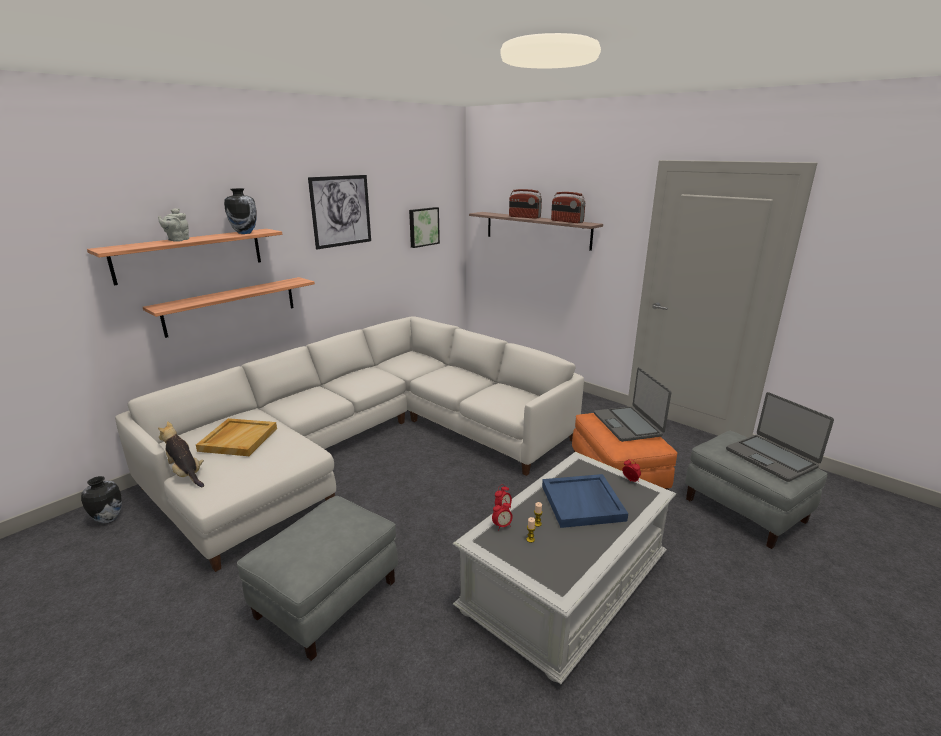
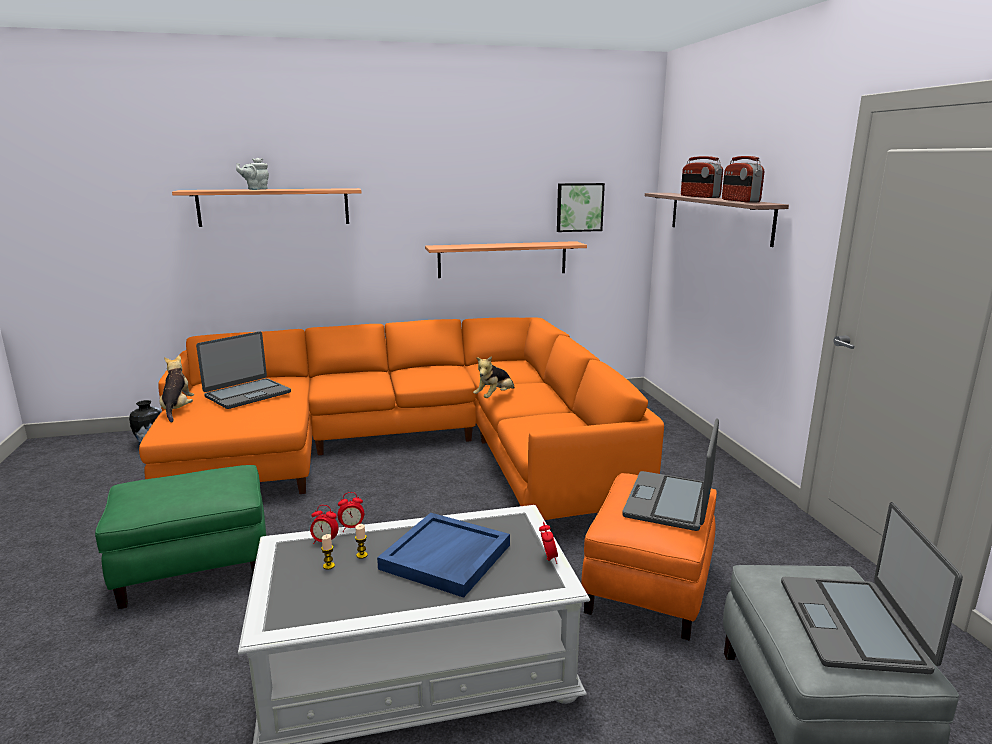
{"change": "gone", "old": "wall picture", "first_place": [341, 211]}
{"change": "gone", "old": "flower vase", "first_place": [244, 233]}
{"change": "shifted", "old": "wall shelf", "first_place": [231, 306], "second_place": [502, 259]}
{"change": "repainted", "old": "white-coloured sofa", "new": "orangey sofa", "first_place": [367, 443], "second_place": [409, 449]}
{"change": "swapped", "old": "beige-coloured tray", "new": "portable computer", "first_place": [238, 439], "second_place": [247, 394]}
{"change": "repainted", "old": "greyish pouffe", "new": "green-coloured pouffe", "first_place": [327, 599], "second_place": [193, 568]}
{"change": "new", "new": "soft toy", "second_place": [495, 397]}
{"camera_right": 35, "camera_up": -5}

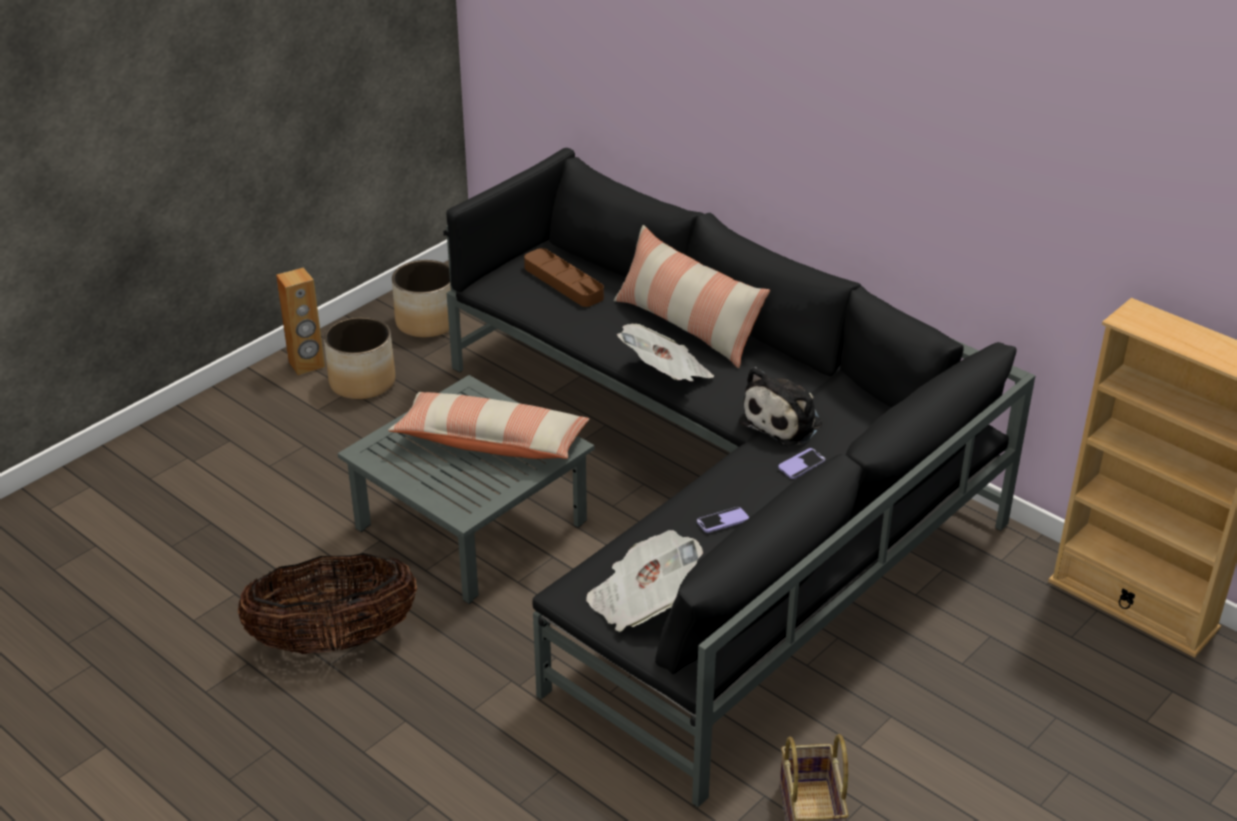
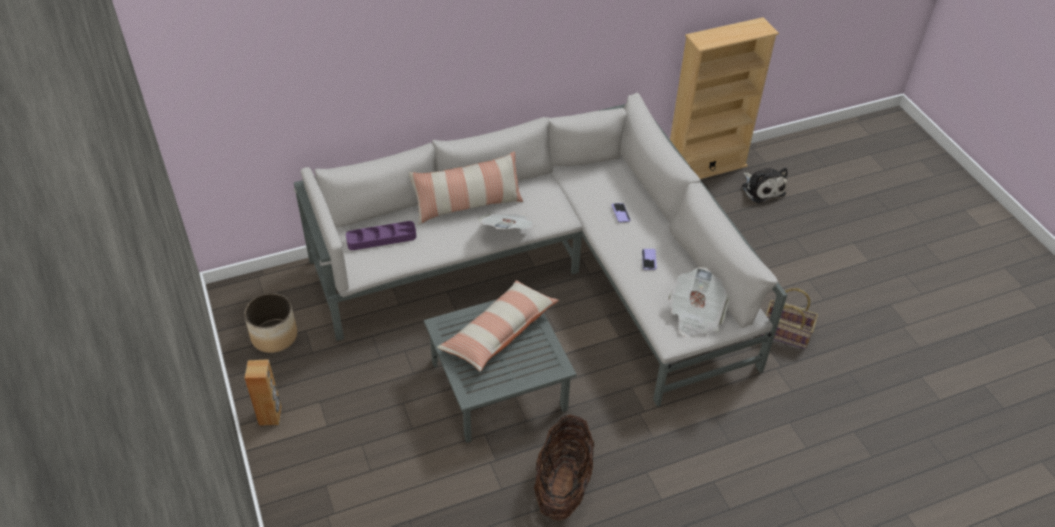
{"change": "repainted", "old": "blackish sofa", "new": "white-coloured sofa", "first_place": [675, 508], "second_place": [540, 291]}
{"change": "repainted", "old": "brown tray", "new": "purple-coloured tray", "first_place": [563, 282], "second_place": [381, 238]}
{"change": "gone", "old": "plant pot", "first_place": [363, 382]}
{"change": "shifted", "old": "soft toy", "first_place": [785, 421], "second_place": [762, 189]}
{"camera_right": -65, "camera_up": 10}

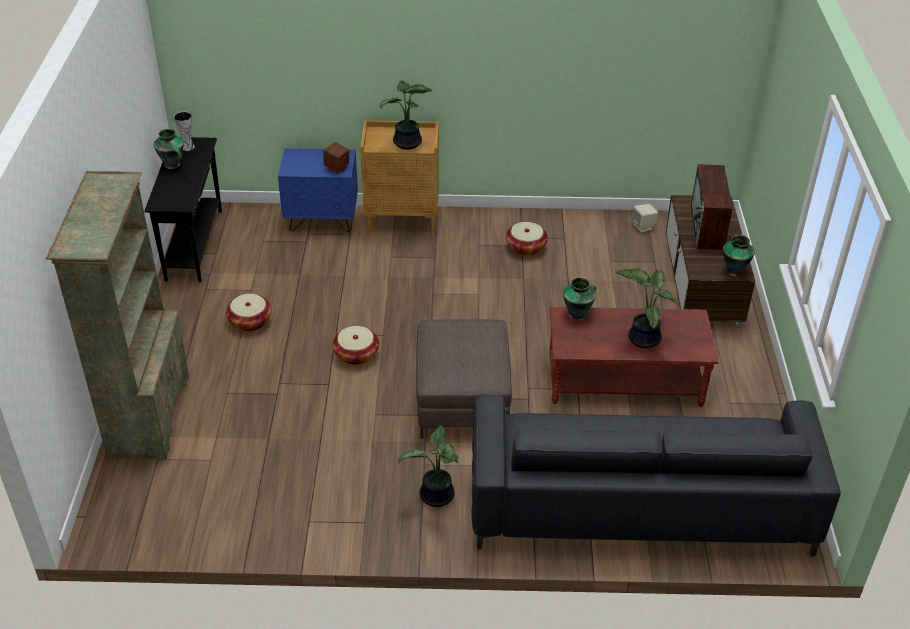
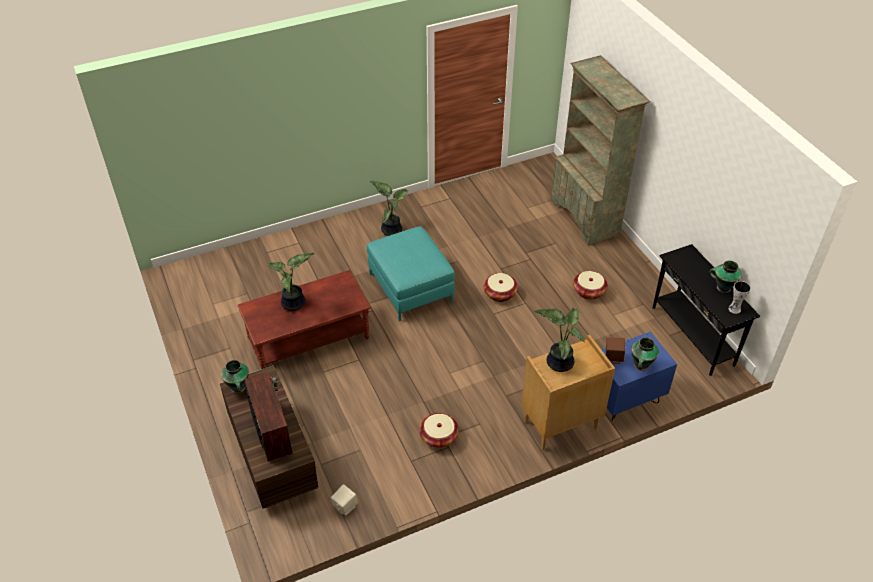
{"change": "shifted", "old": "flower vase", "first_place": [578, 314], "second_place": [641, 365]}
{"change": "repainted", "old": "brown pouffe", "new": "blue-green pouffe", "first_place": [462, 400], "second_place": [410, 287]}
{"change": "gone", "old": "greyish sofa", "first_place": [639, 507]}
{"camera_right": 155, "camera_up": 5}

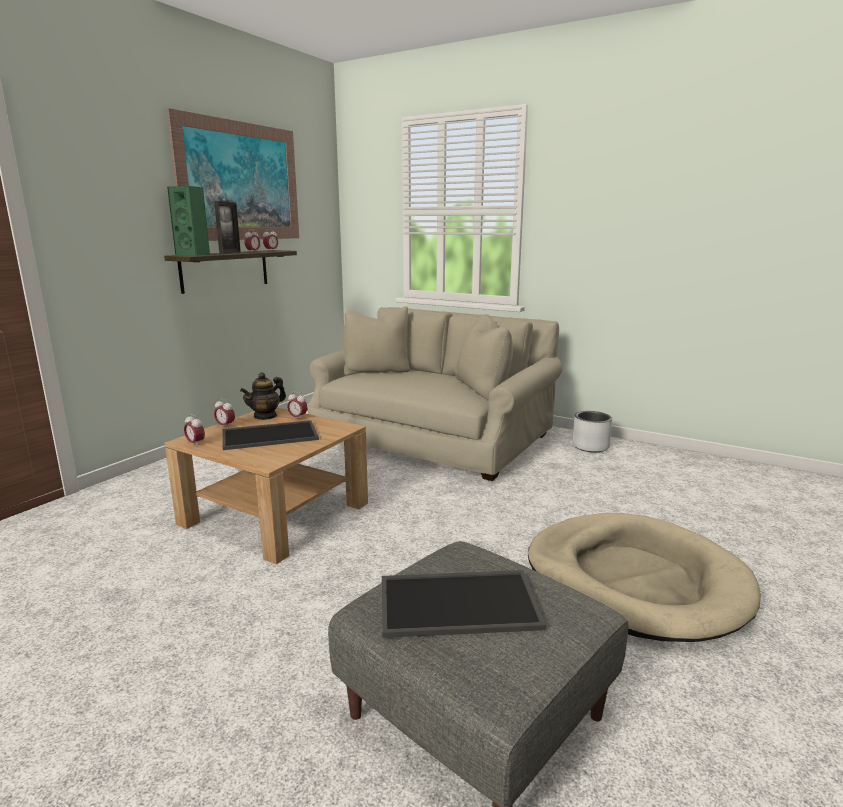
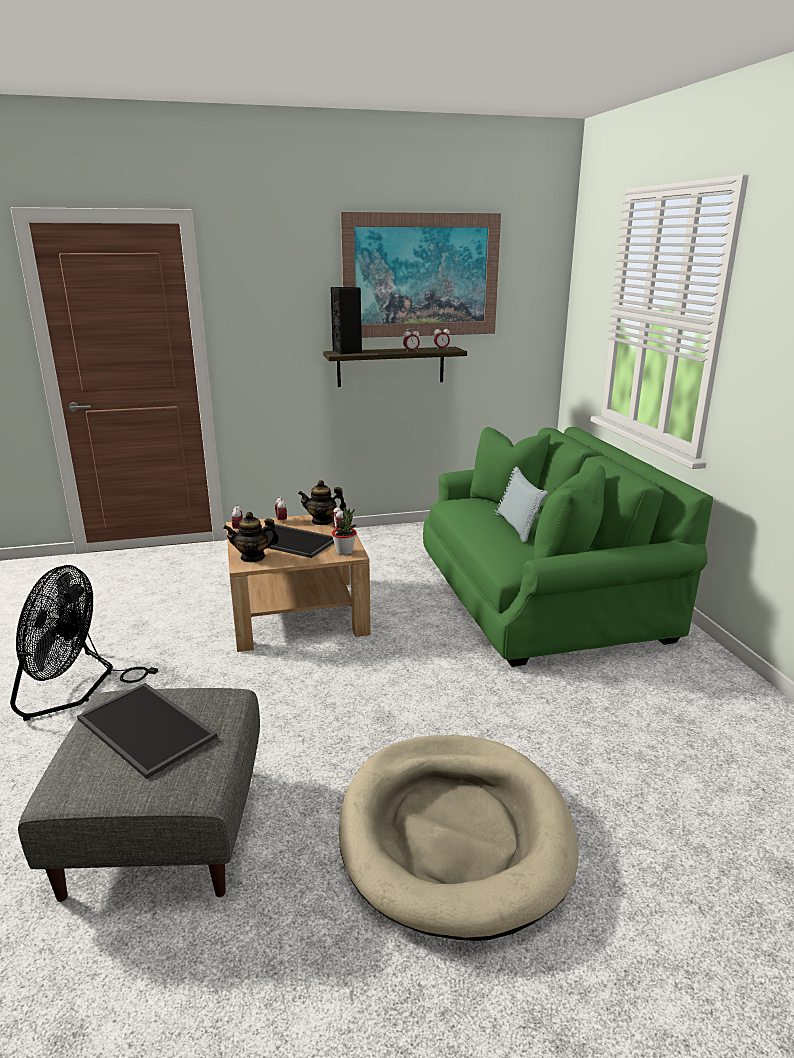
{"change": "repainted", "old": "green-coloured speaker", "new": "blackish speaker", "first_place": [194, 254], "second_place": [347, 352]}
{"change": "gone", "old": "photo frame", "first_place": [230, 253]}
{"change": "repainted", "old": "beige-coloured sofa", "new": "green-coloured sofa", "first_place": [432, 437], "second_place": [539, 594]}
{"change": "gone", "old": "greyish plant pot", "first_place": [590, 446]}
{"change": "new", "new": "bluish throw pillow", "second_place": [518, 527]}
{"change": "new", "new": "houseplant", "second_place": [344, 552]}
{"change": "new", "new": "teapot", "second_place": [253, 557]}
{"change": "new", "new": "blackish electric fan", "second_place": [84, 683]}
{"camera_right": 45, "camera_up": 5}

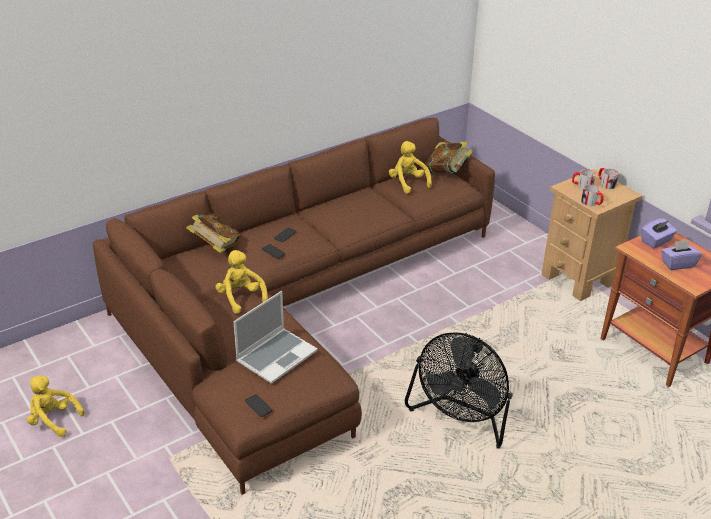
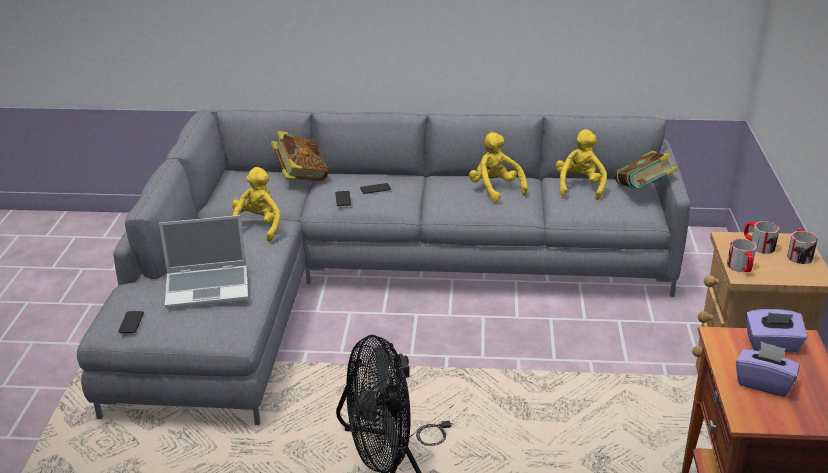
{"change": "repainted", "old": "brown sofa", "new": "greyish sofa", "first_place": [295, 309], "second_place": [365, 281]}
{"change": "shifted", "old": "yellow-coloured soft toy", "first_place": [53, 420], "second_place": [495, 189]}
{"camera_right": 40, "camera_up": -5}

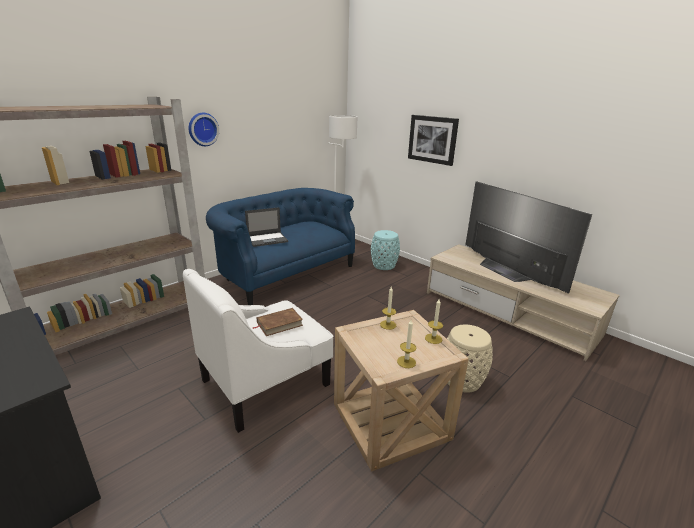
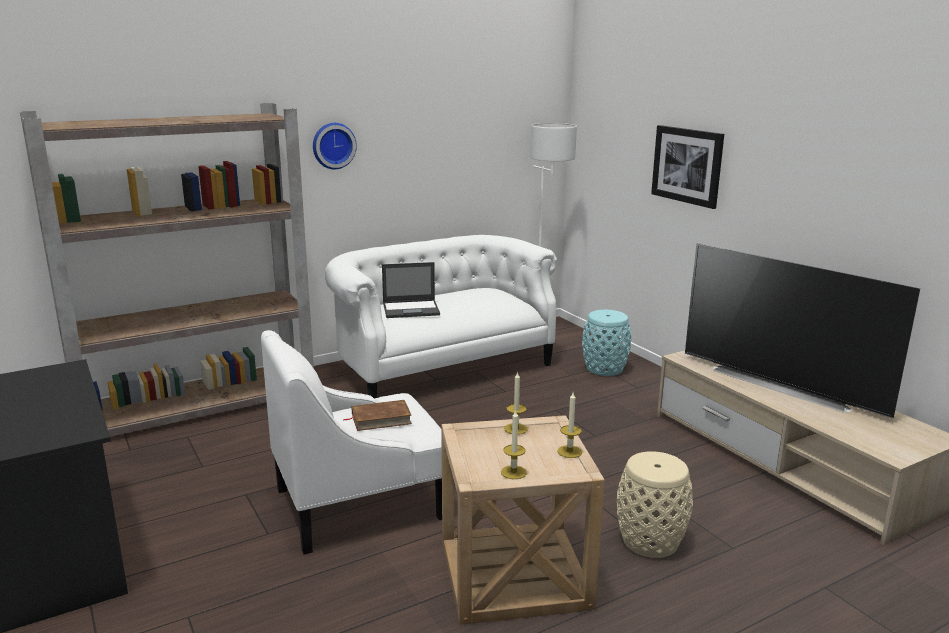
{"change": "rotated", "old": "TV set", "first_place": [506, 270], "second_place": [783, 385], "degrees": 150}
{"change": "repainted", "old": "bluish sofa", "new": "white-coloured sofa", "first_place": [285, 273], "second_place": [440, 366]}
{"camera_right": 15, "camera_up": -5}

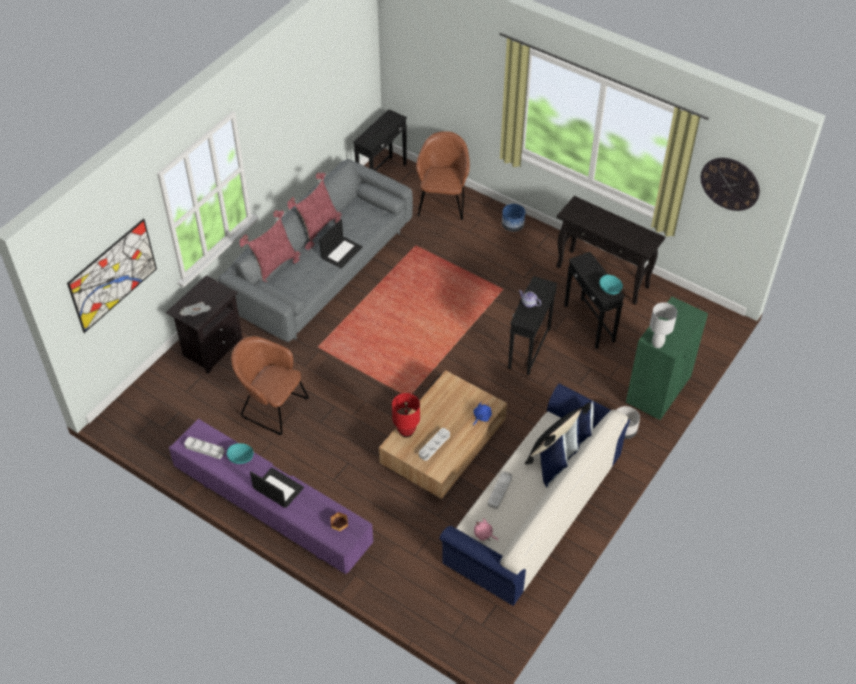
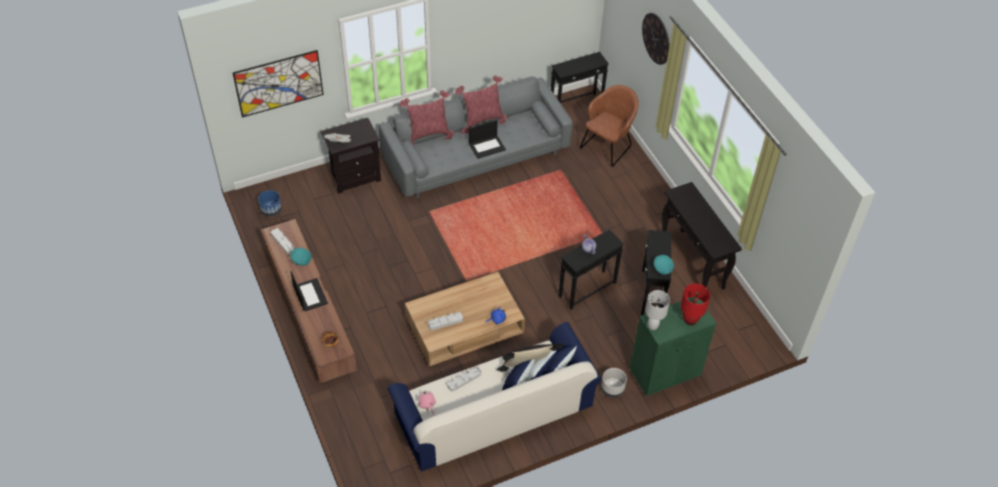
{"change": "shifted", "old": "hanging clock", "first_place": [730, 183], "second_place": [656, 38]}
{"change": "shifted", "old": "bluish plant pot", "first_place": [513, 226], "second_place": [271, 210]}
{"change": "gone", "old": "brown armchair", "first_place": [272, 407]}
{"change": "shifted", "old": "reddish table lamp", "first_place": [406, 431], "second_place": [690, 320]}
{"change": "repainted", "old": "purple-coloured tv unit", "new": "brown tv unit", "first_place": [271, 509], "second_place": [308, 311]}
{"camera_right": 30, "camera_up": 0}

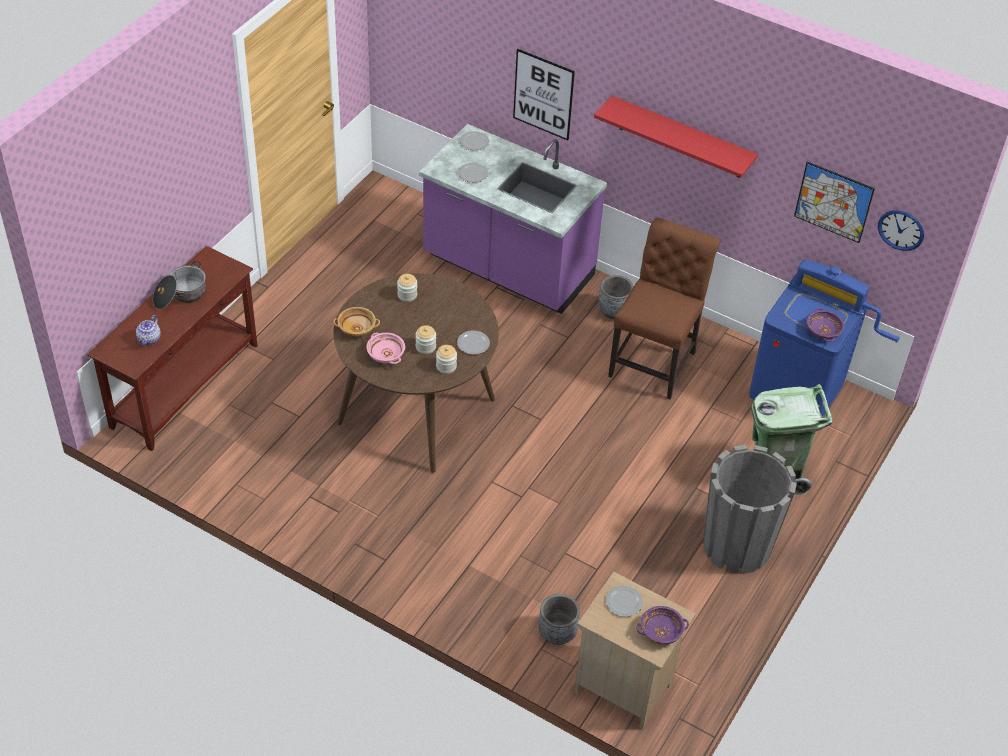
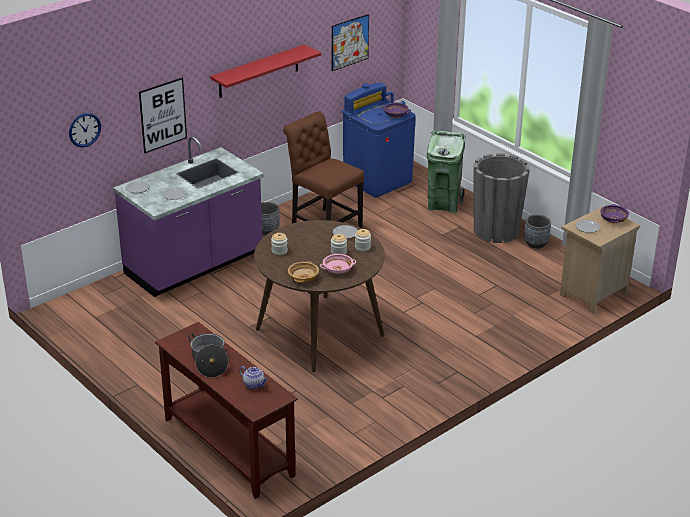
{"change": "shifted", "old": "hanging clock", "first_place": [901, 230], "second_place": [84, 130]}
{"change": "shifted", "old": "greyish plant pot", "first_place": [557, 633], "second_place": [536, 244]}
{"camera_right": -70, "camera_up": -15}

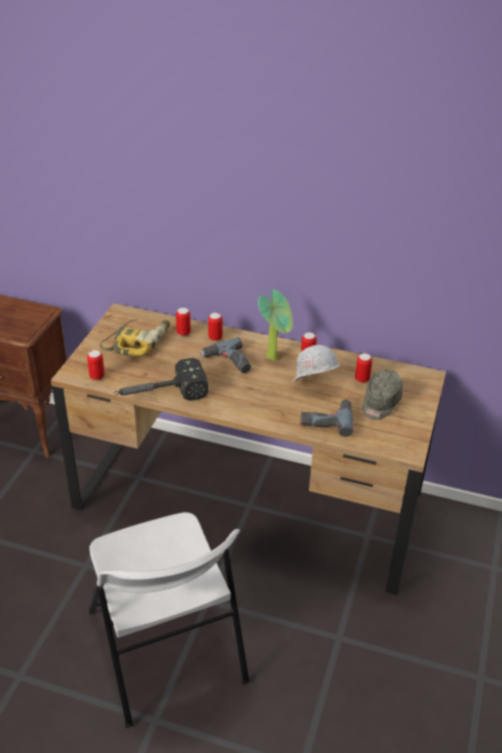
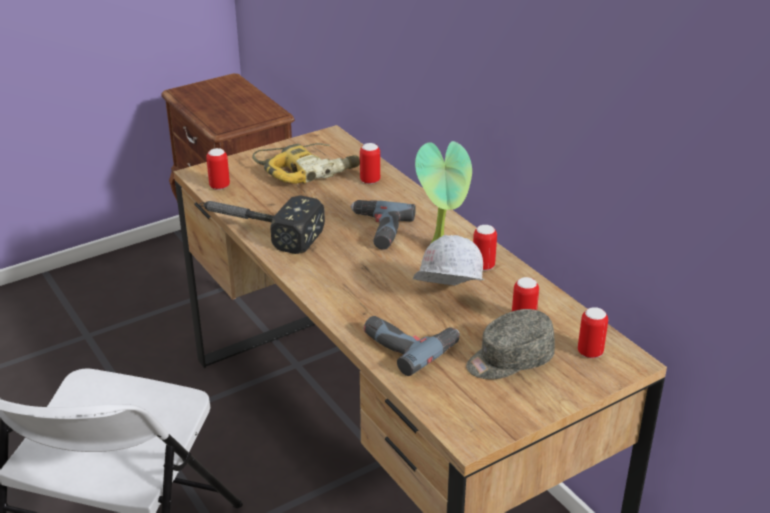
{"change": "shifted", "old": "sealed can", "first_place": [215, 338], "second_place": [590, 352]}
{"camera_right": 40, "camera_up": -5}

